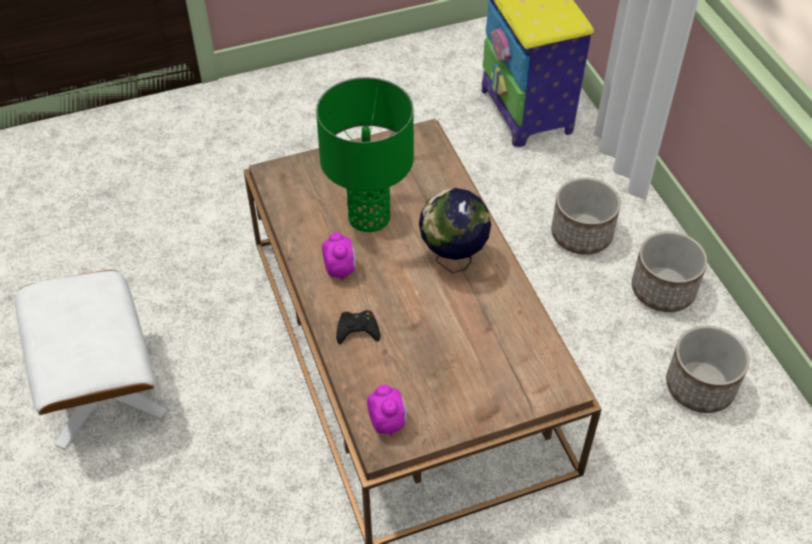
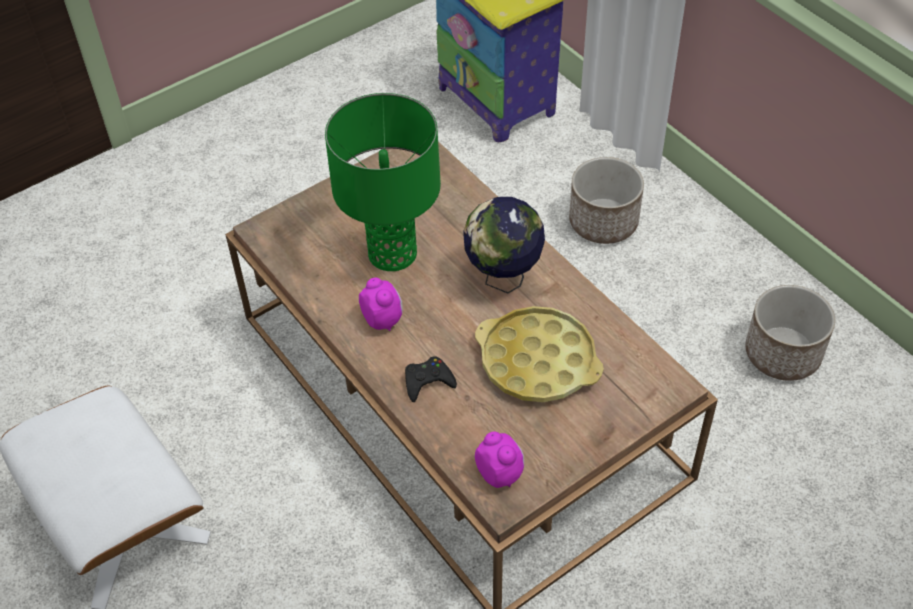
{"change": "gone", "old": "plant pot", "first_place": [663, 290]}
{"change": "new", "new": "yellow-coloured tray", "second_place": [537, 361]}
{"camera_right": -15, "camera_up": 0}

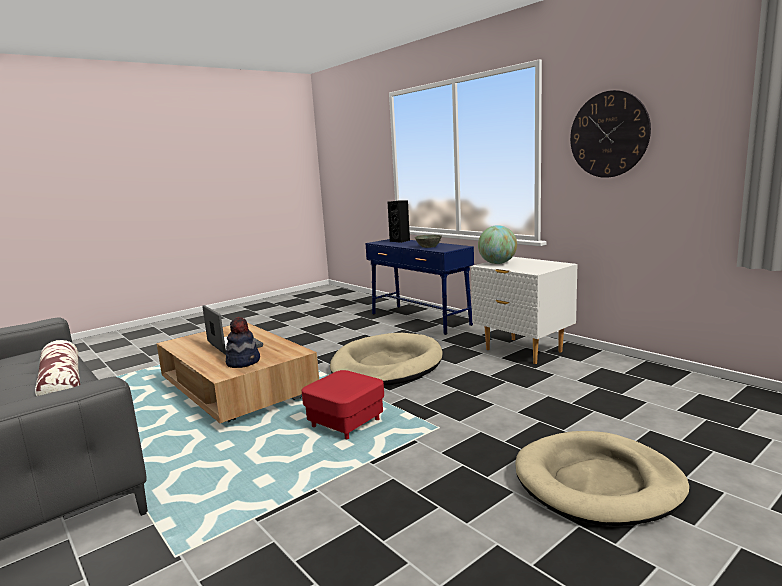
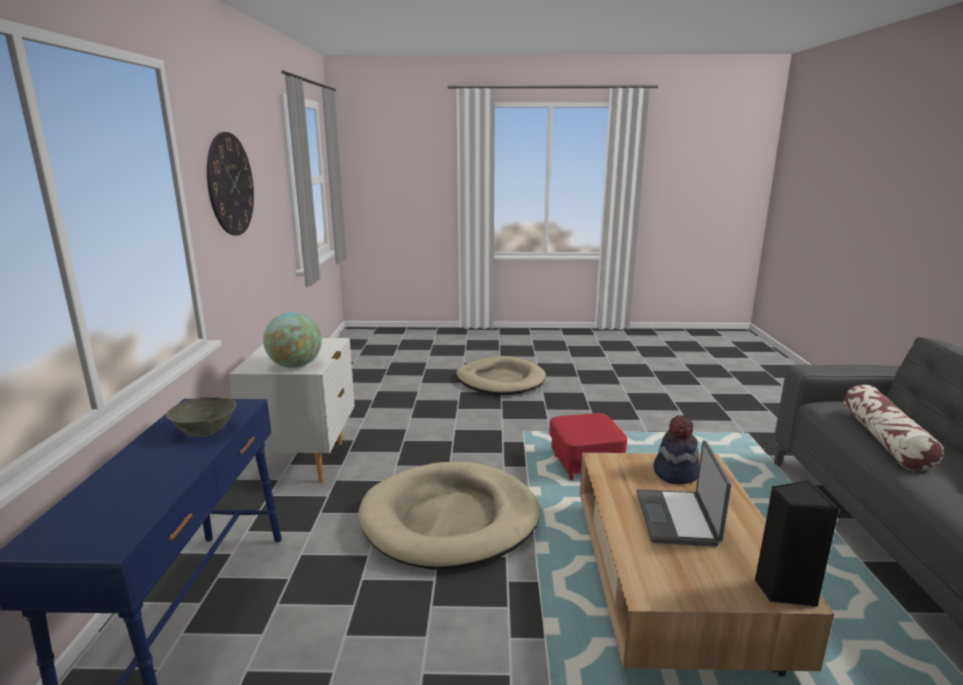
{"change": "shifted", "old": "blackish speaker", "first_place": [400, 241], "second_place": [783, 590]}
{"camera_right": -140, "camera_up": 5}

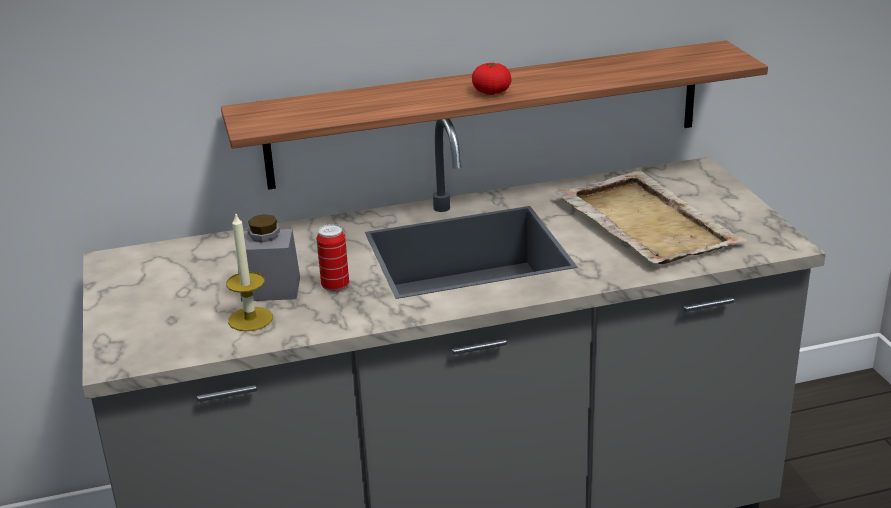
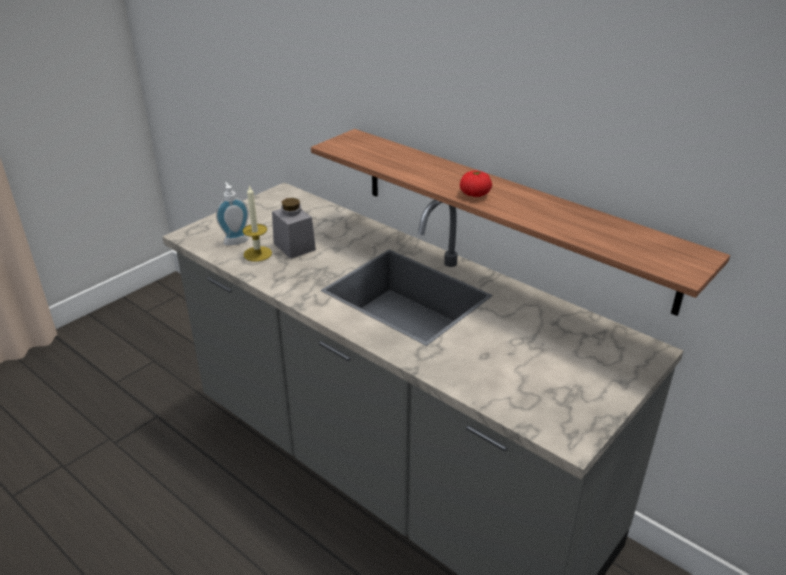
{"change": "gone", "old": "beige-coloured tray", "first_place": [645, 222]}
{"change": "gone", "old": "sealed can", "first_place": [335, 286]}
{"change": "new", "new": "liquid soap bottle", "second_place": [235, 240]}
{"camera_right": 55, "camera_up": 5}

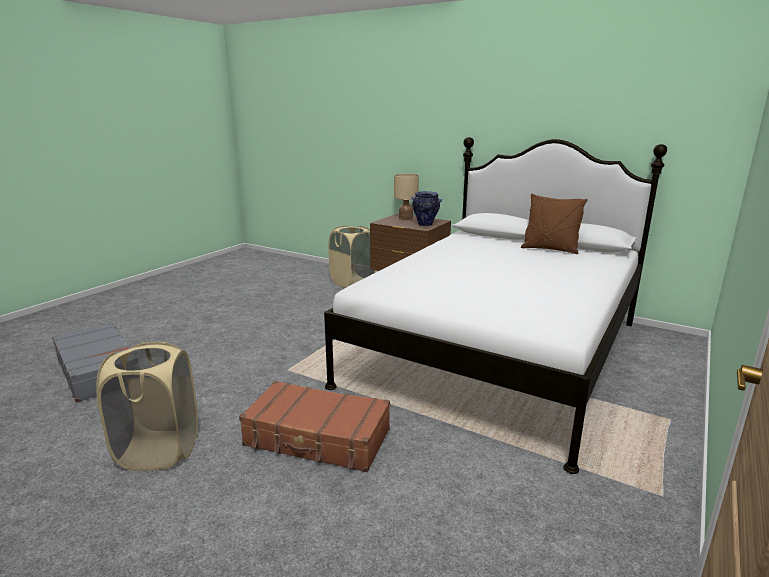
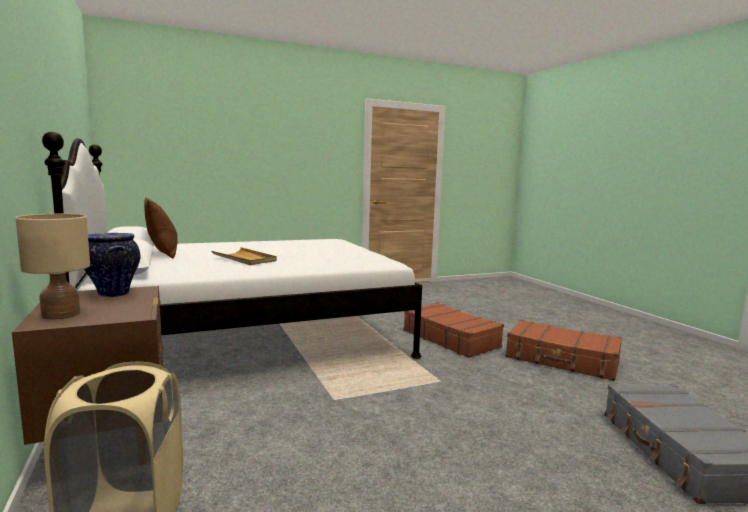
{"change": "swapped", "old": "beige-coloured laundry basket", "new": "brown suitcase", "first_place": [159, 450], "second_place": [562, 360]}
{"change": "new", "new": "beige-coloured tray", "second_place": [244, 259]}
{"camera_right": -145, "camera_up": -10}

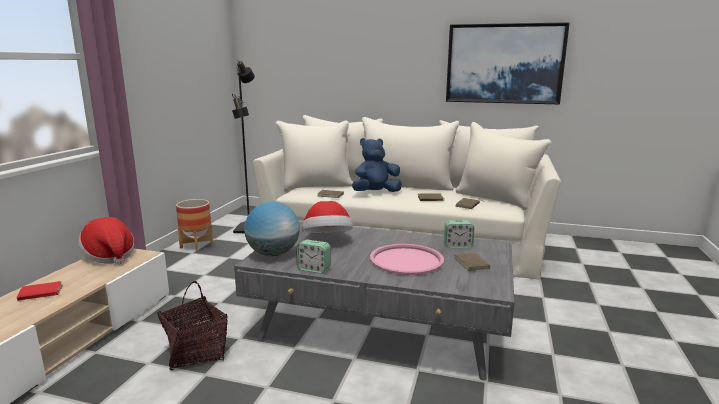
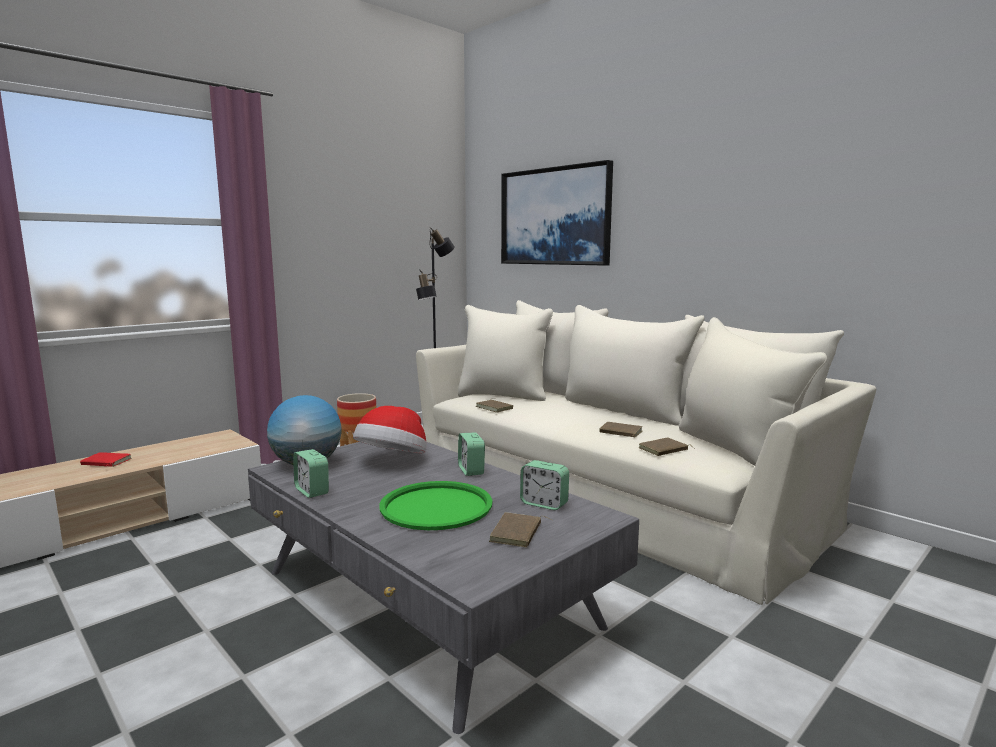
{"change": "shifted", "old": "wall picture", "first_place": [504, 64], "second_place": [555, 216]}
{"change": "gone", "old": "bluish soft toy", "first_place": [375, 193]}
{"change": "gone", "old": "hat", "first_place": [109, 256]}
{"change": "repainted", "old": "pink tray", "new": "green-coloured tray", "first_place": [406, 260], "second_place": [436, 506]}
{"change": "gone", "old": "household basket", "first_place": [196, 352]}
{"change": "new", "new": "table clock", "second_place": [471, 470]}
{"camera_right": 30, "camera_up": -5}

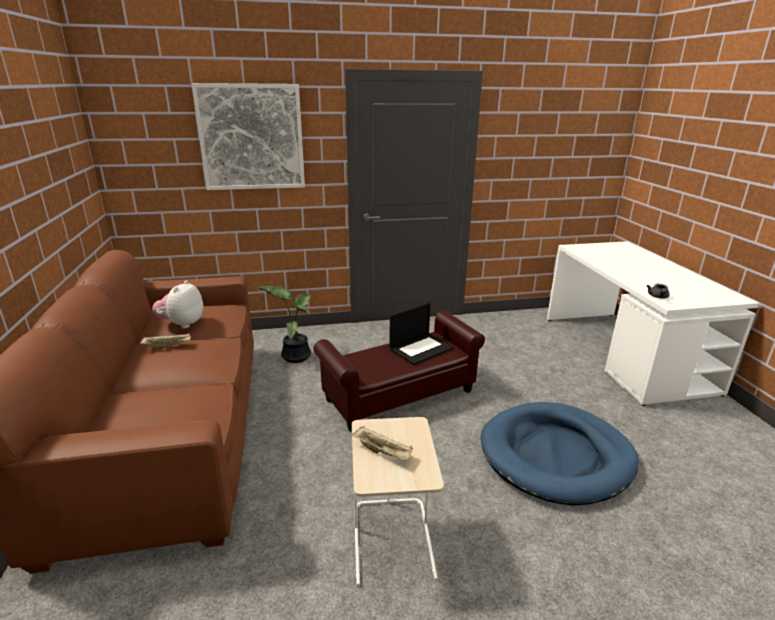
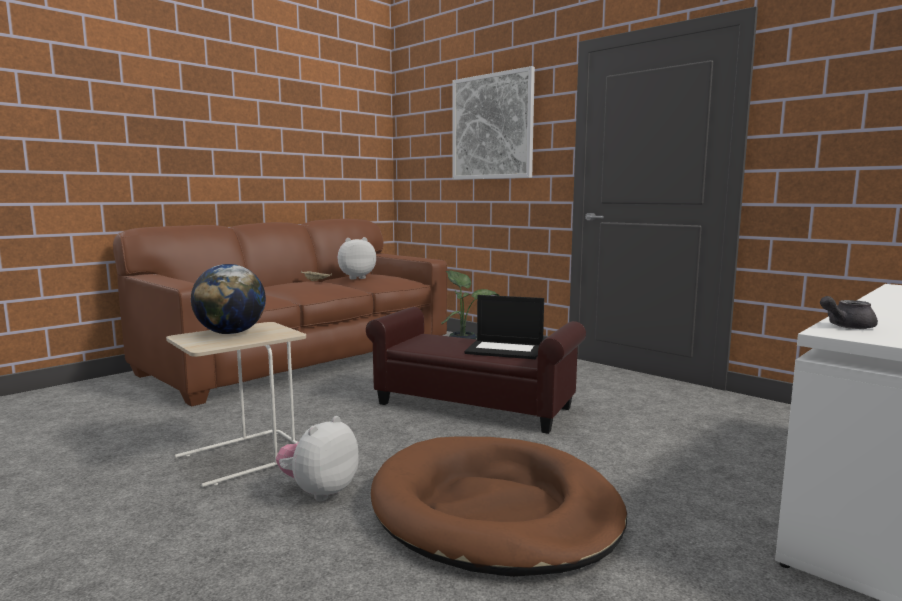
{"change": "repainted", "old": "bluish dog cushion", "new": "brown dog cushion", "first_place": [556, 455], "second_place": [494, 511]}
{"change": "swapped", "old": "beige-coloured tray", "new": "desk globe", "first_place": [383, 452], "second_place": [231, 333]}
{"change": "new", "new": "soft toy", "second_place": [319, 491]}
{"camera_right": 55, "camera_up": -15}

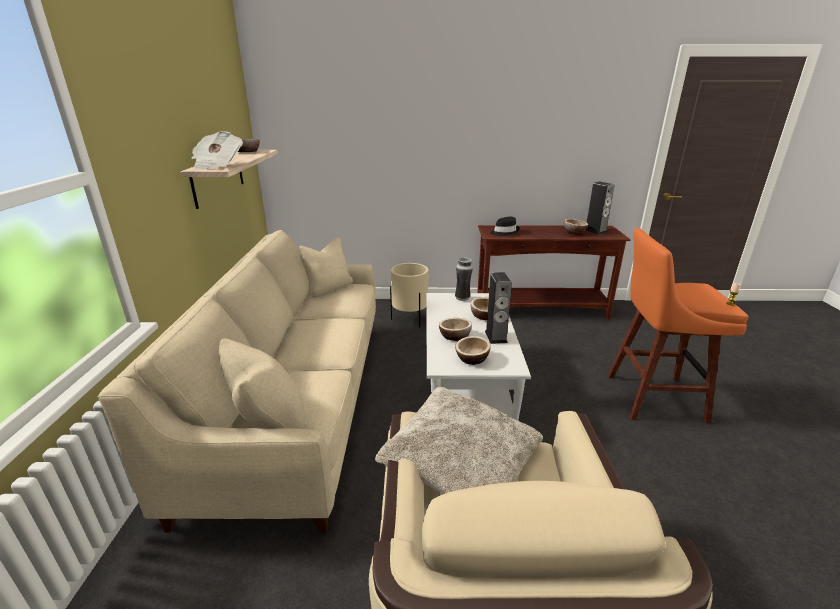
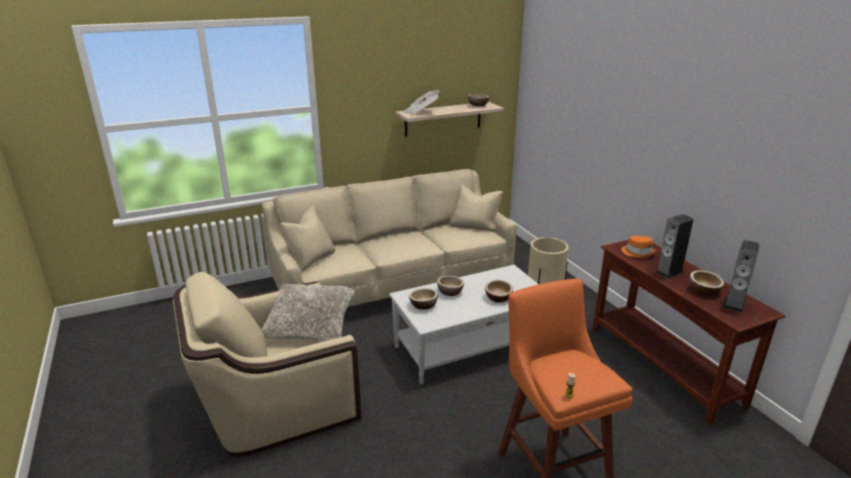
{"change": "repainted", "old": "blackish hat", "new": "orangey hat", "first_place": [504, 232], "second_place": [638, 252]}
{"change": "gone", "old": "flower vase", "first_place": [462, 298]}
{"change": "shifted", "old": "speaker", "first_place": [496, 336], "second_place": [669, 272]}
{"camera_right": 65, "camera_up": 0}

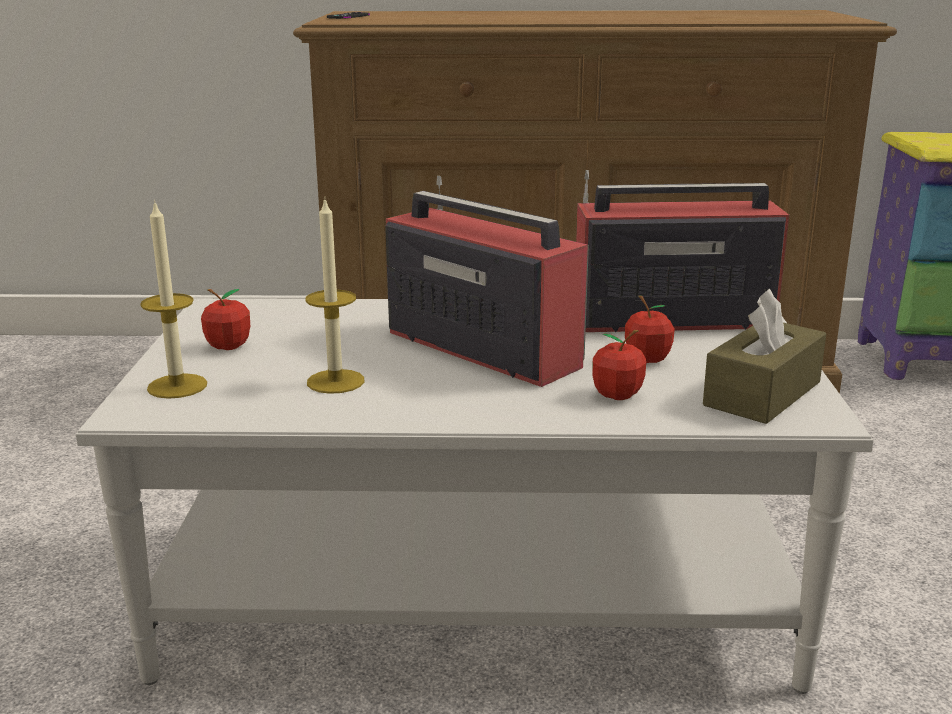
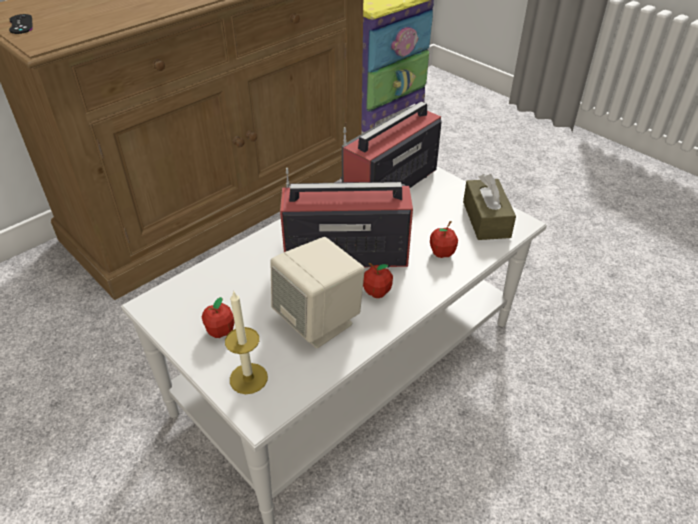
{"change": "swapped", "old": "wax light", "new": "beige-coloured speaker", "first_place": [335, 381], "second_place": [319, 321]}
{"change": "shifted", "old": "apple", "first_place": [647, 359], "second_place": [377, 292]}
{"camera_right": -45, "camera_up": 20}

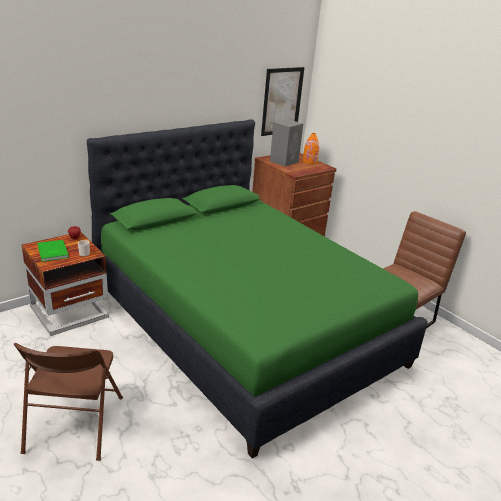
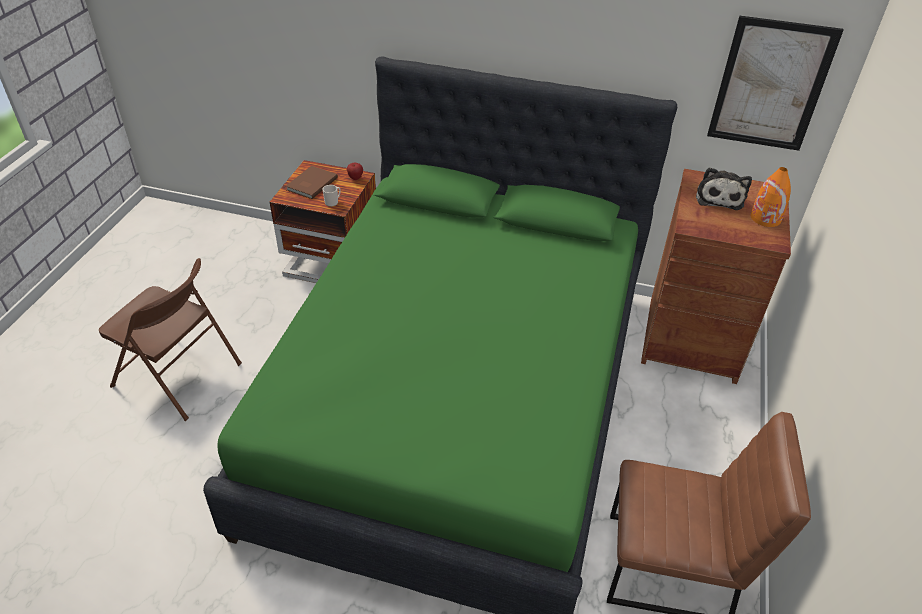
{"change": "swapped", "old": "greyish speaker", "new": "soft toy", "first_place": [284, 161], "second_place": [719, 197]}
{"change": "repainted", "old": "green-coloured volume", "new": "brown volume", "first_place": [52, 252], "second_place": [310, 184]}
{"change": "rotated", "old": "brown plain chair", "first_place": [74, 424], "second_place": [177, 375], "degrees": -120}
{"camera_right": 55, "camera_up": 15}

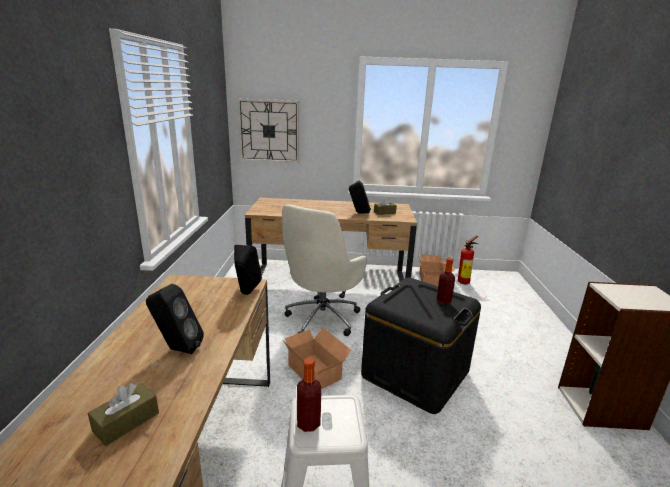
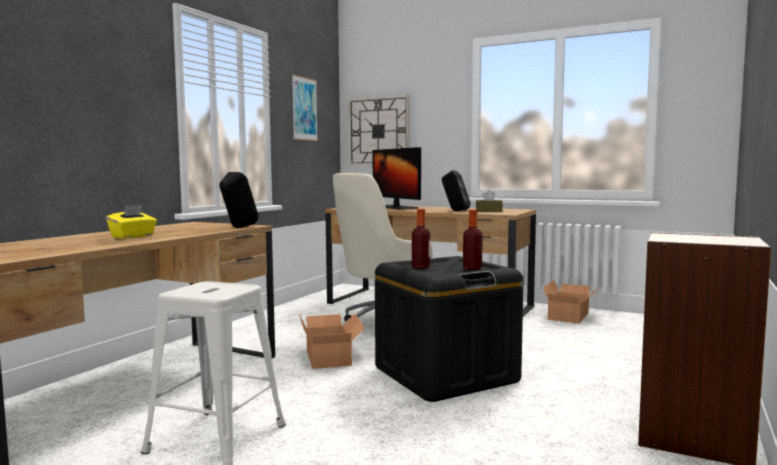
{"change": "gone", "old": "fire-fighting cylinder", "first_place": [465, 282]}
{"change": "swapped", "old": "blackish speaker", "new": "yellow-coloured tissue box", "first_place": [177, 349], "second_place": [133, 236]}
{"change": "shifted", "old": "bottle", "first_place": [308, 423], "second_place": [420, 267]}
{"change": "gone", "old": "brown tissue box", "first_place": [126, 422]}
{"change": "new", "new": "wall picture", "second_place": [304, 109]}
{"change": "new", "new": "computer screen", "second_place": [395, 207]}
{"camera_right": 25, "camera_up": -15}

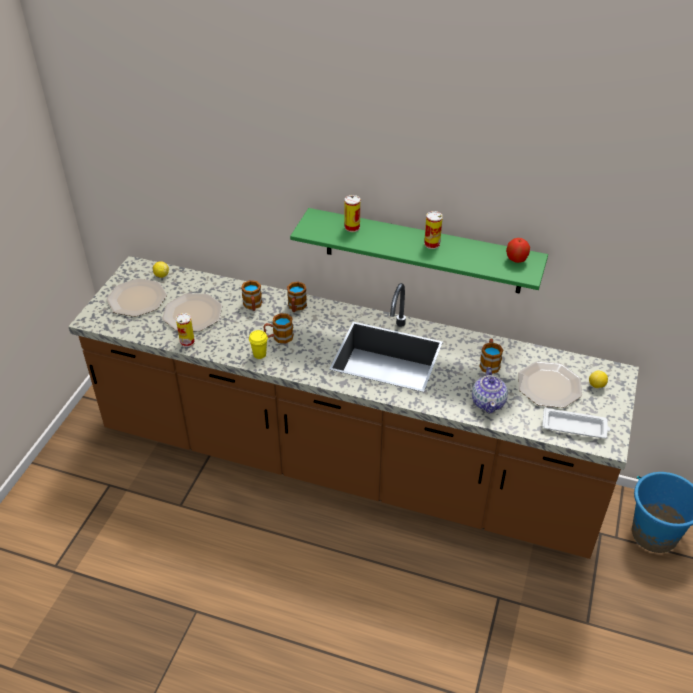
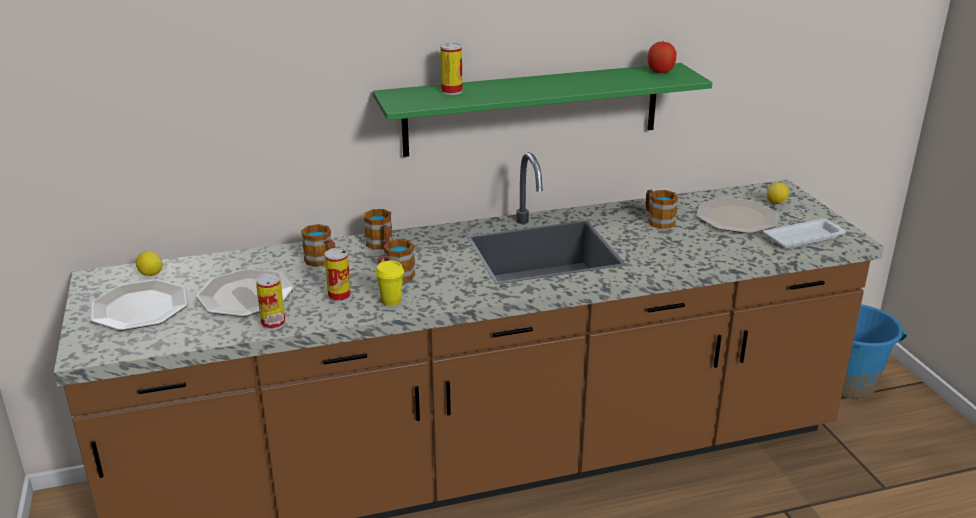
{"change": "shifted", "old": "sealed can", "first_place": [432, 244], "second_place": [339, 296]}
{"change": "gone", "old": "teapot", "first_place": [488, 402]}
{"camera_right": -35, "camera_up": -15}

